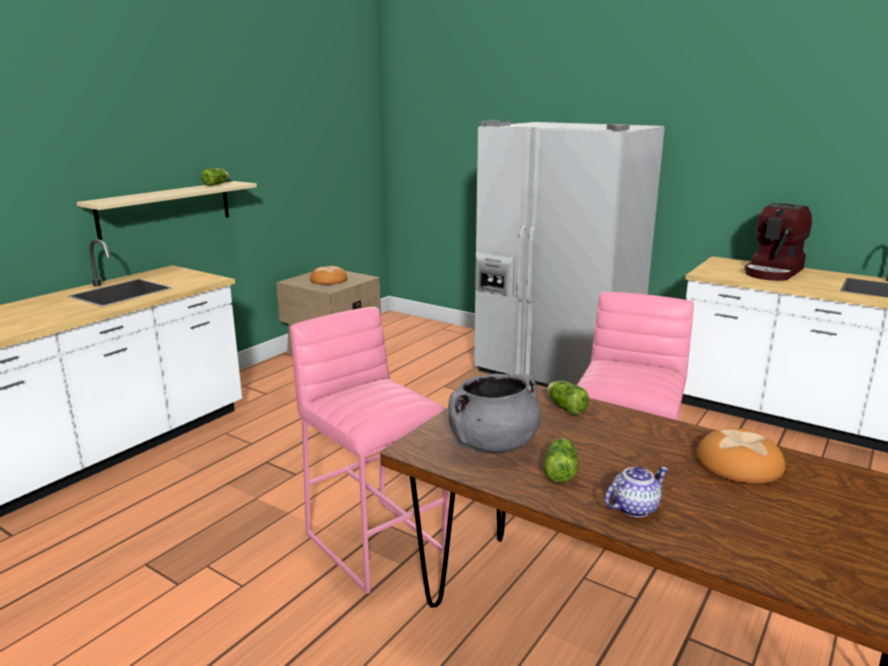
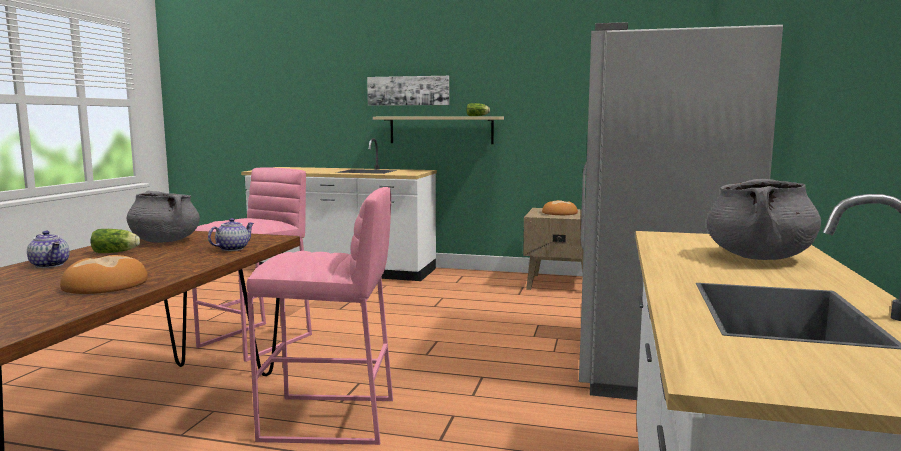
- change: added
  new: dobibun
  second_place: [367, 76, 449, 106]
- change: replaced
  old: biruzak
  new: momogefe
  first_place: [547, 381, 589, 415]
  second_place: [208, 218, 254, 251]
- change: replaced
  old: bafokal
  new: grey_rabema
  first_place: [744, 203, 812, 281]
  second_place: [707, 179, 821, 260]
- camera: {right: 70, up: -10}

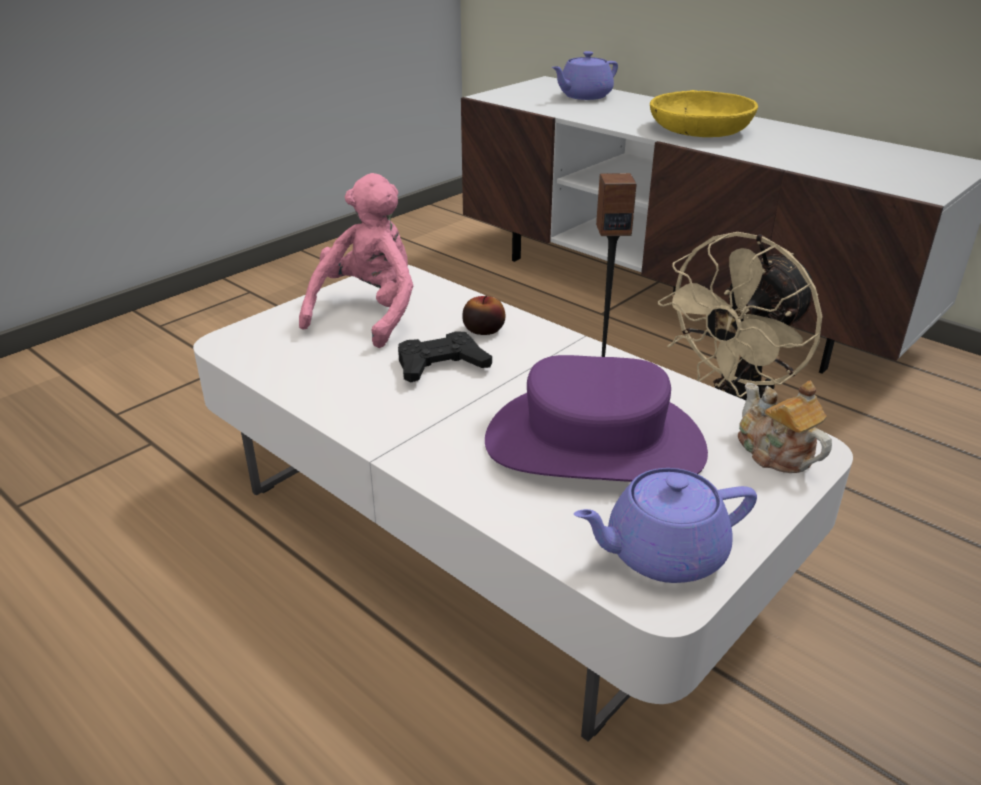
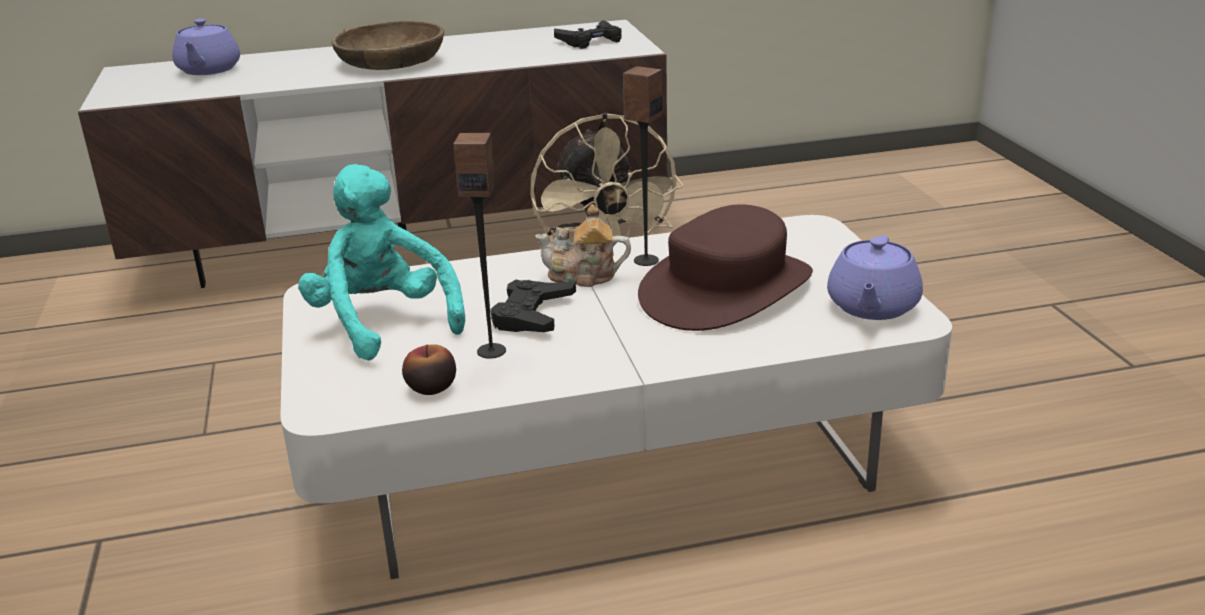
- change: added
  new: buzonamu
  second_place: [453, 133, 506, 359]
- change: added
  new: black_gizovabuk
  second_place: [554, 20, 621, 49]
- change: moved
  old: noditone
  first_place: [462, 295, 505, 335]
  second_place: [402, 344, 456, 395]
- change: moved
  old: momogefe
  first_place: [738, 381, 832, 473]
  second_place: [535, 204, 631, 287]
- change: recoloured
  old: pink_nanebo
  new: turquoise_nanebo
  first_place: [299, 173, 413, 348]
  second_place: [298, 164, 465, 361]
- change: recoloured
  old: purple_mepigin
  new: brown_mepigin
  first_place: [485, 355, 708, 482]
  second_place: [638, 204, 813, 331]
- change: recoloured
  old: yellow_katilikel
  new: brown_katilikel
  first_place: [650, 90, 758, 137]
  second_place: [332, 21, 444, 70]
- camera: {right: -55, up: -5}

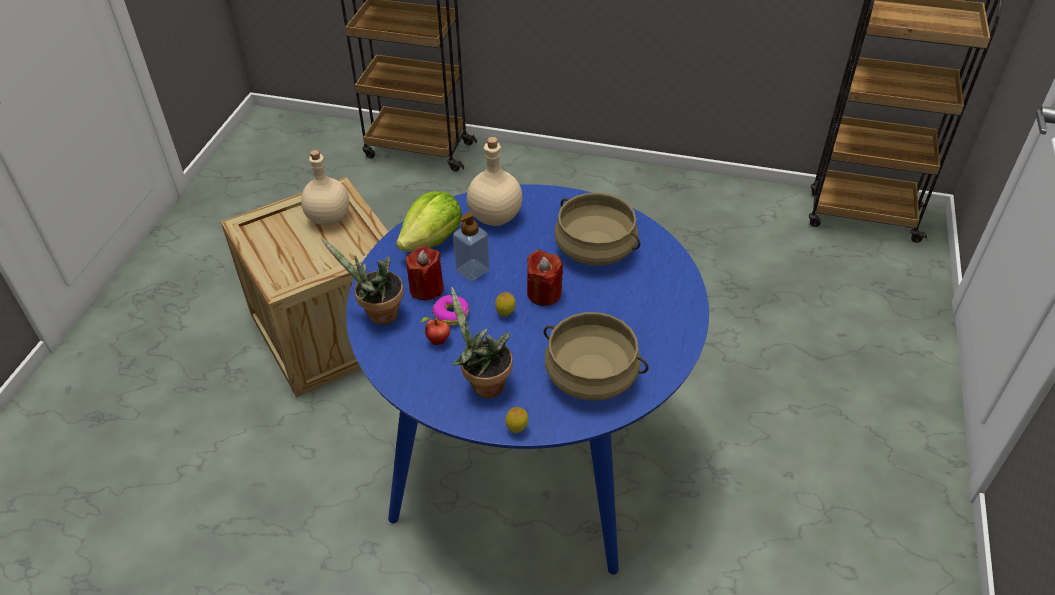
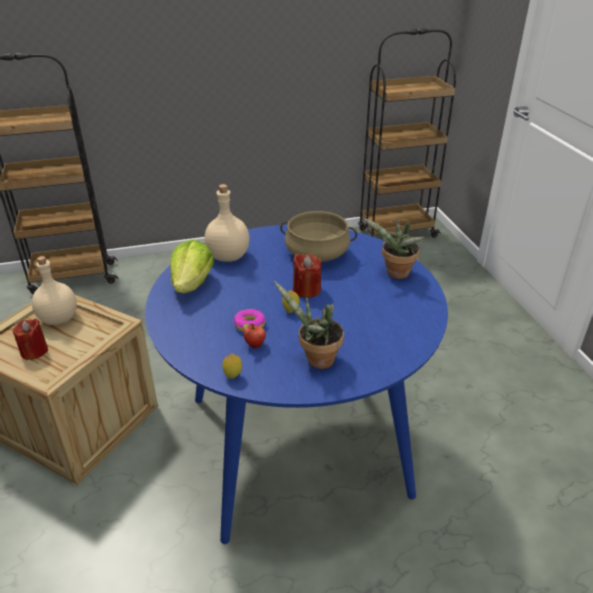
- change: removed
  old: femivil
  first_place: [453, 212, 490, 281]
- change: removed
  old: beige_rabema
  first_place: [543, 312, 649, 401]
- change: moved
  old: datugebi
  first_place: [321, 238, 404, 325]
  second_place: [362, 217, 425, 279]
- change: moved
  old: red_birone
  first_place: [406, 246, 444, 300]
  second_place: [12, 318, 48, 360]
- change: moved
  old: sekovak
  first_place: [505, 407, 528, 433]
  second_place: [222, 353, 242, 379]
- camera: {right: -30, up: -10}

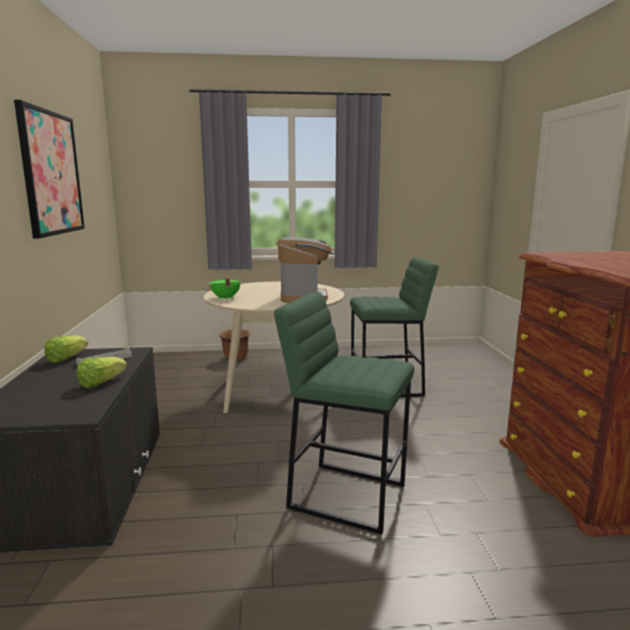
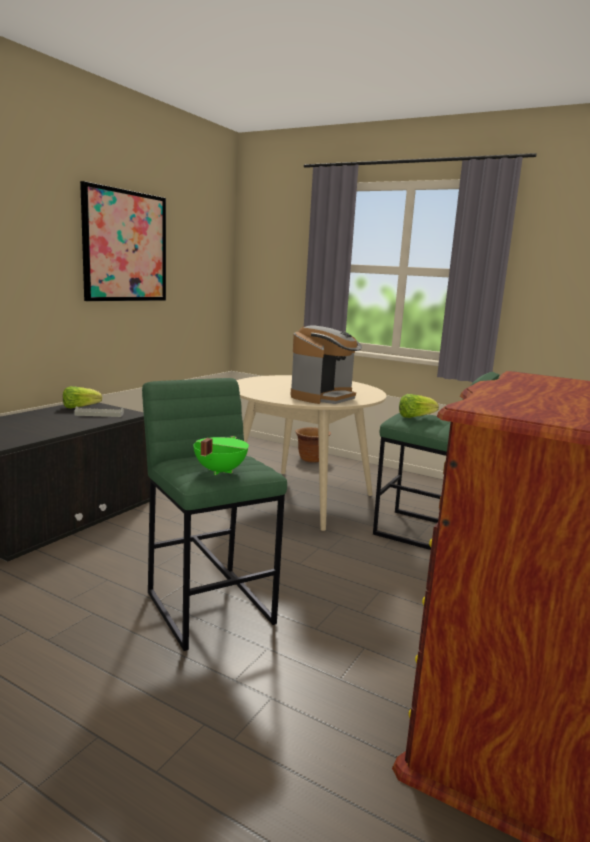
- change: moved
  old: biruzak
  first_place: [77, 357, 127, 388]
  second_place: [399, 394, 439, 418]
- change: moved
  old: green_rabema
  first_place: [209, 278, 240, 300]
  second_place: [193, 436, 249, 475]
- camera: {right: 35, up: 0}

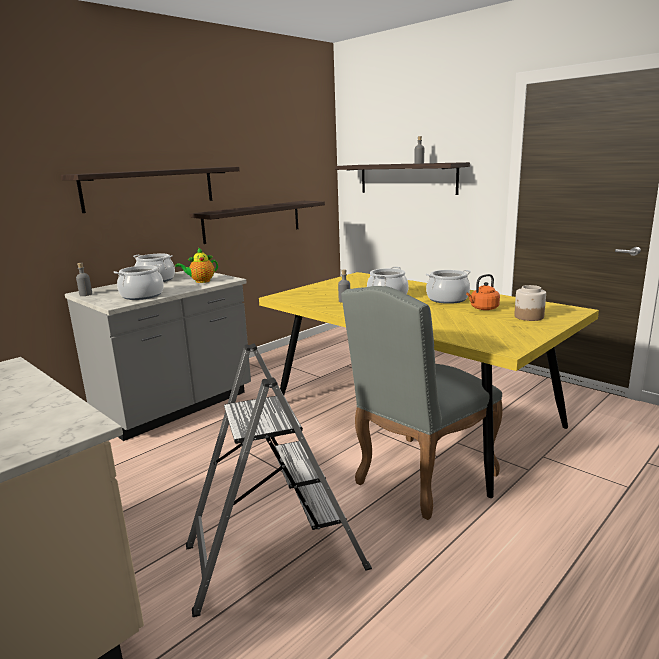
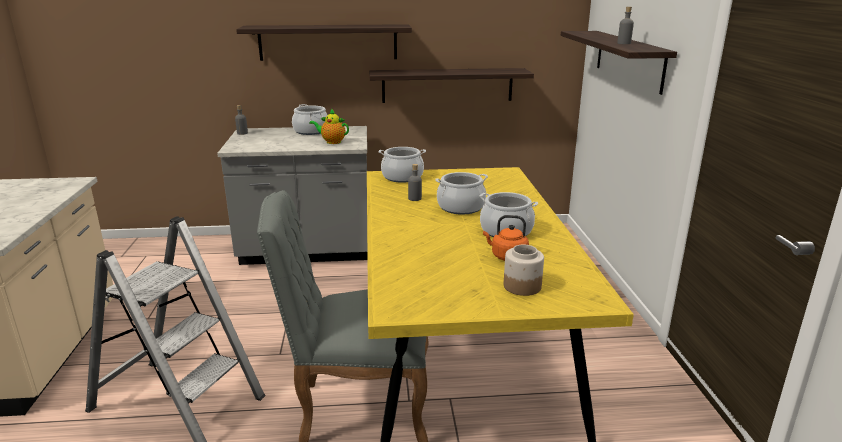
- change: moved
  old: rabema
  first_place: [114, 264, 164, 300]
  second_place: [378, 147, 426, 183]
- camera: {right: 40, up: 5}

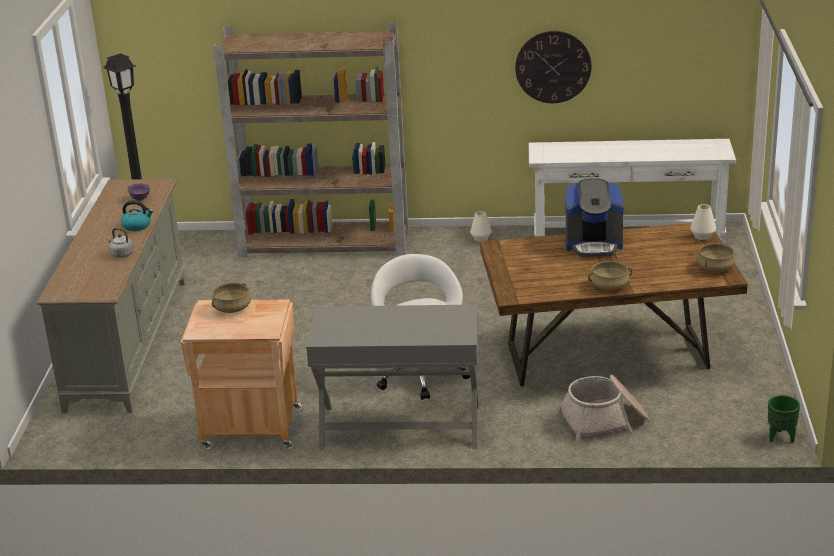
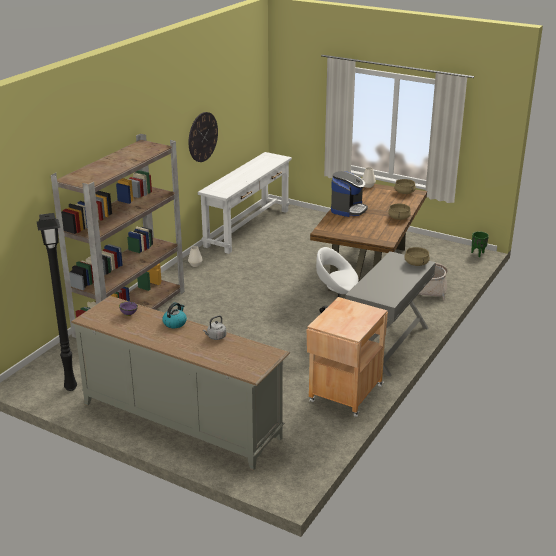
- change: moved
  old: beige_rabema
  first_place: [212, 282, 251, 313]
  second_place: [404, 247, 430, 266]
- camera: {right: -65, up: 0}

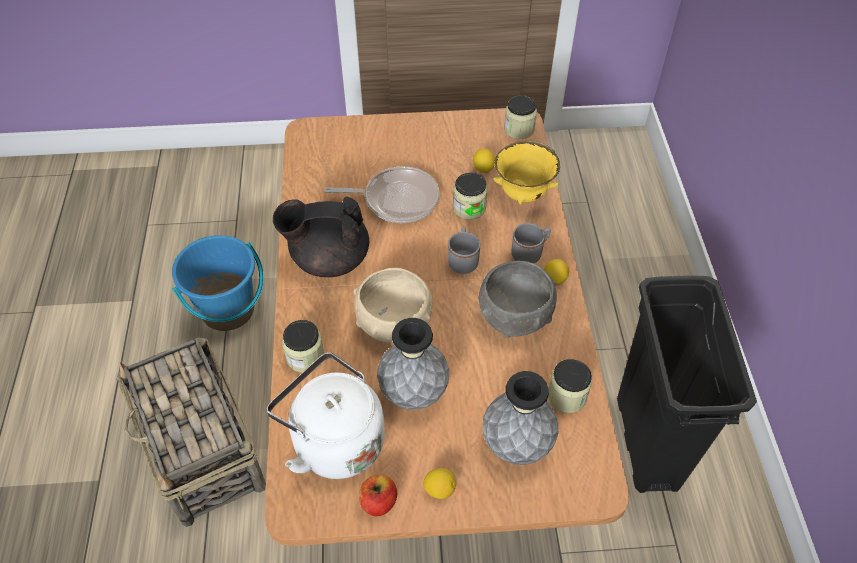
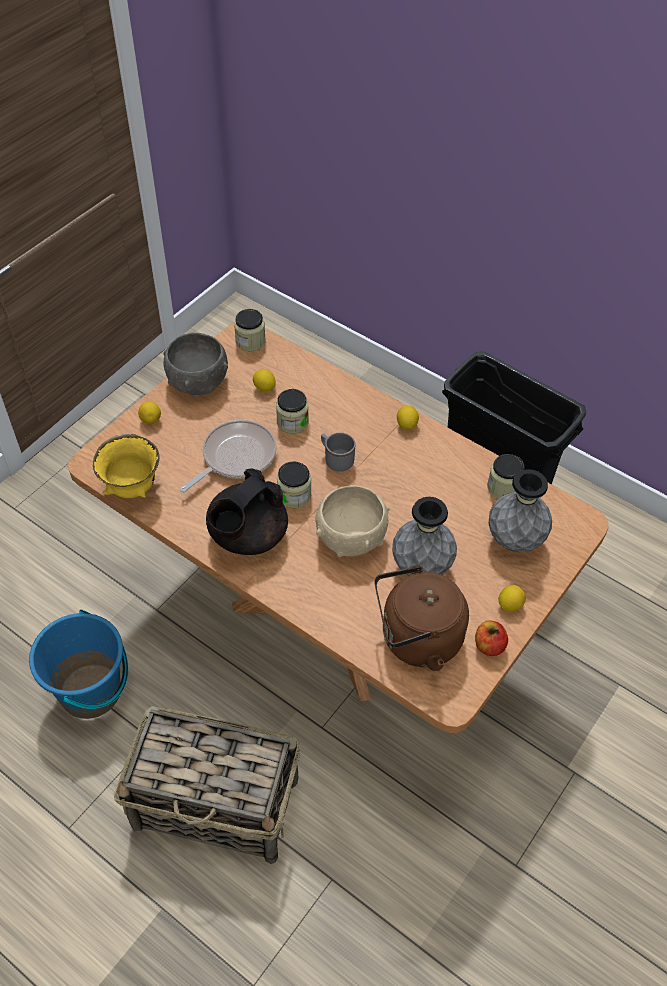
- change: removed
  old: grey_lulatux
  first_place: [511, 223, 550, 263]
- change: added
  new: sekovak
  second_place: [138, 402, 161, 424]
- change: moved
  old: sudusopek
  first_place: [282, 320, 324, 372]
  second_place: [277, 462, 311, 508]
- change: moved
  old: grey_katilikel
  first_place: [478, 260, 557, 338]
  second_place: [164, 333, 228, 395]
- change: moved
  old: yellow_katilikel
  first_place: [493, 140, 560, 204]
  second_place: [93, 434, 160, 498]
- change: recoloured
  old: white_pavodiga
  new: brown_pavodiga
  first_place: [267, 352, 385, 479]
  second_place: [374, 566, 469, 671]
- camera: {right: -50, up: 0}

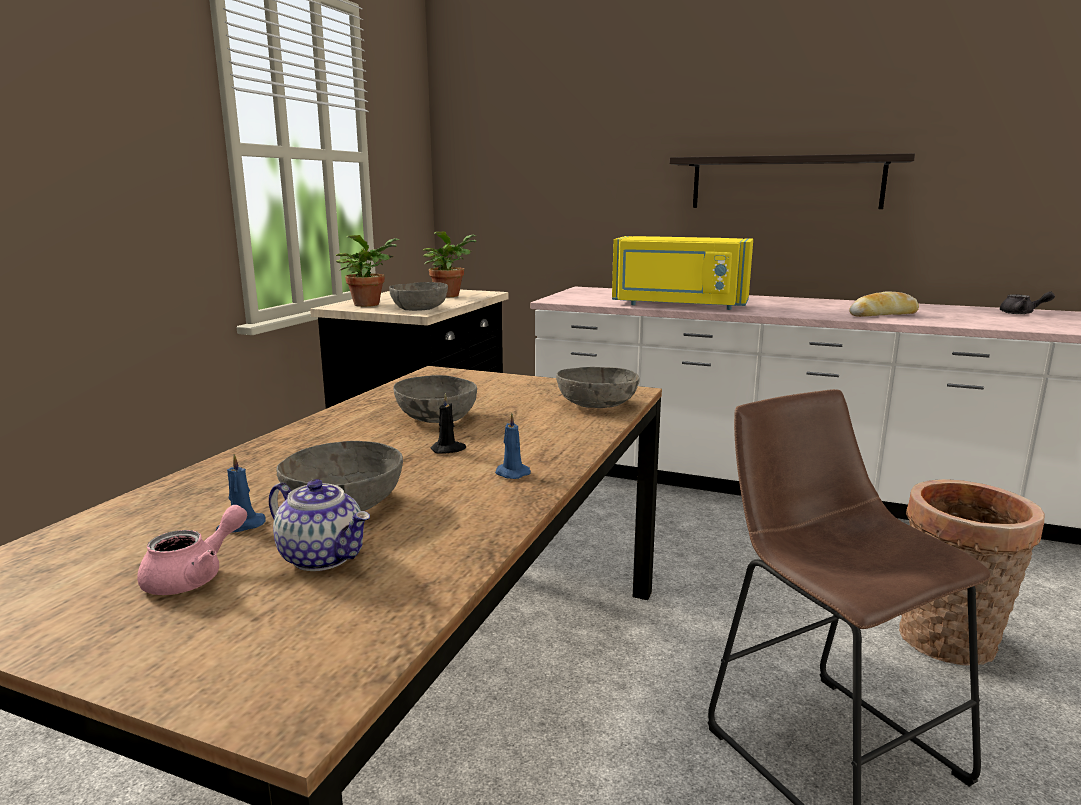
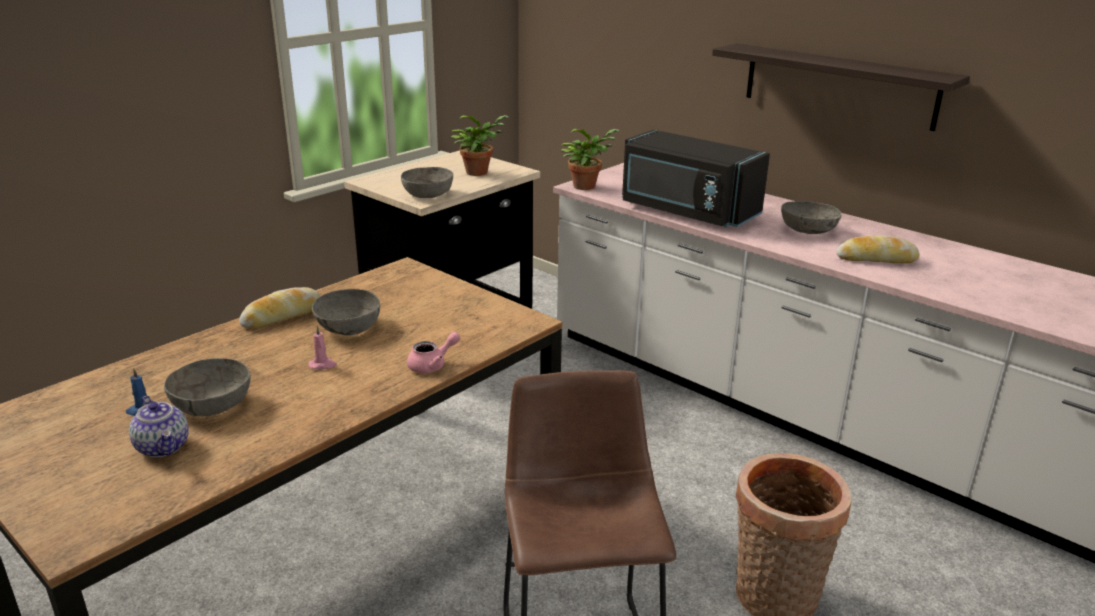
- change: removed
  old: blue_birone
  first_place: [495, 413, 531, 479]
- change: removed
  old: grey_momogefe
  first_place: [1000, 292, 1055, 314]
- change: added
  new: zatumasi
  second_place: [239, 287, 321, 329]
- change: moved
  old: pink_momogefe
  first_place: [137, 505, 247, 595]
  second_place: [407, 332, 460, 373]
- change: moved
  old: datugebi
  first_place: [336, 235, 399, 307]
  second_place: [561, 129, 619, 190]
- change: moved
  old: grey_katilikel
  first_place: [556, 367, 640, 408]
  second_place: [781, 201, 841, 234]
- change: recoloured
  old: black_birone
  new: pink_birone
  first_place: [430, 393, 466, 454]
  second_place: [309, 326, 337, 369]
- change: recoloured
  old: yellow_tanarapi
  new: black_tanarapi
  first_place: [612, 236, 753, 310]
  second_place: [622, 130, 770, 227]
- camera: {right: 20, up: 10}

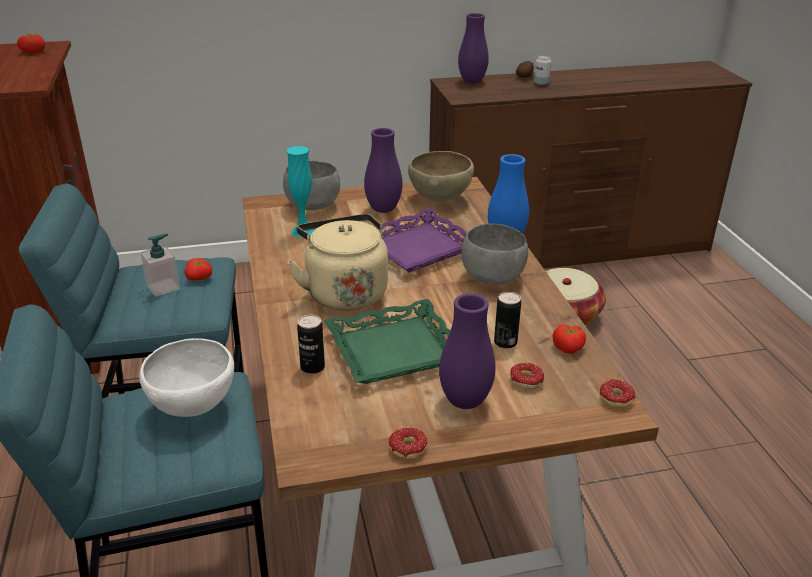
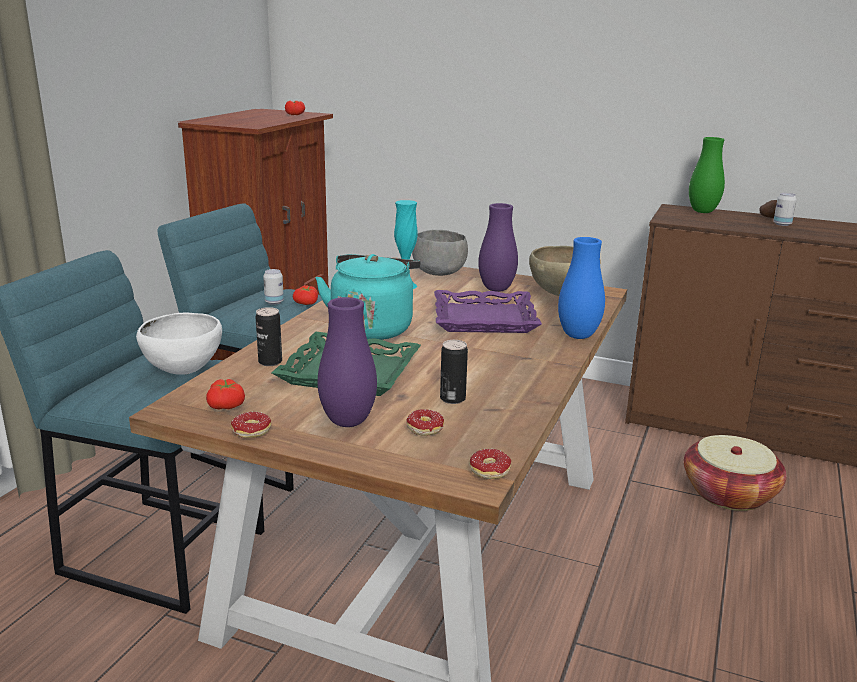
- change: removed
  old: grey_katilikel
  first_place: [461, 224, 528, 284]
- change: moved
  old: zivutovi
  first_place: [553, 324, 586, 354]
  second_place: [206, 379, 245, 409]
- change: replaced
  old: femivil
  new: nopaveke
  first_place: [140, 233, 180, 297]
  second_place: [263, 269, 284, 305]
- change: recoloured
  old: beige_pavodiga
  new: turquoise_pavodiga
  first_place: [287, 214, 388, 311]
  second_place: [315, 254, 421, 340]
- change: recoloured
  old: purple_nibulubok
  new: green_nibulubok
  first_place: [458, 13, 489, 84]
  second_place: [689, 137, 725, 213]
- camera: {right: 35, up: -10}

